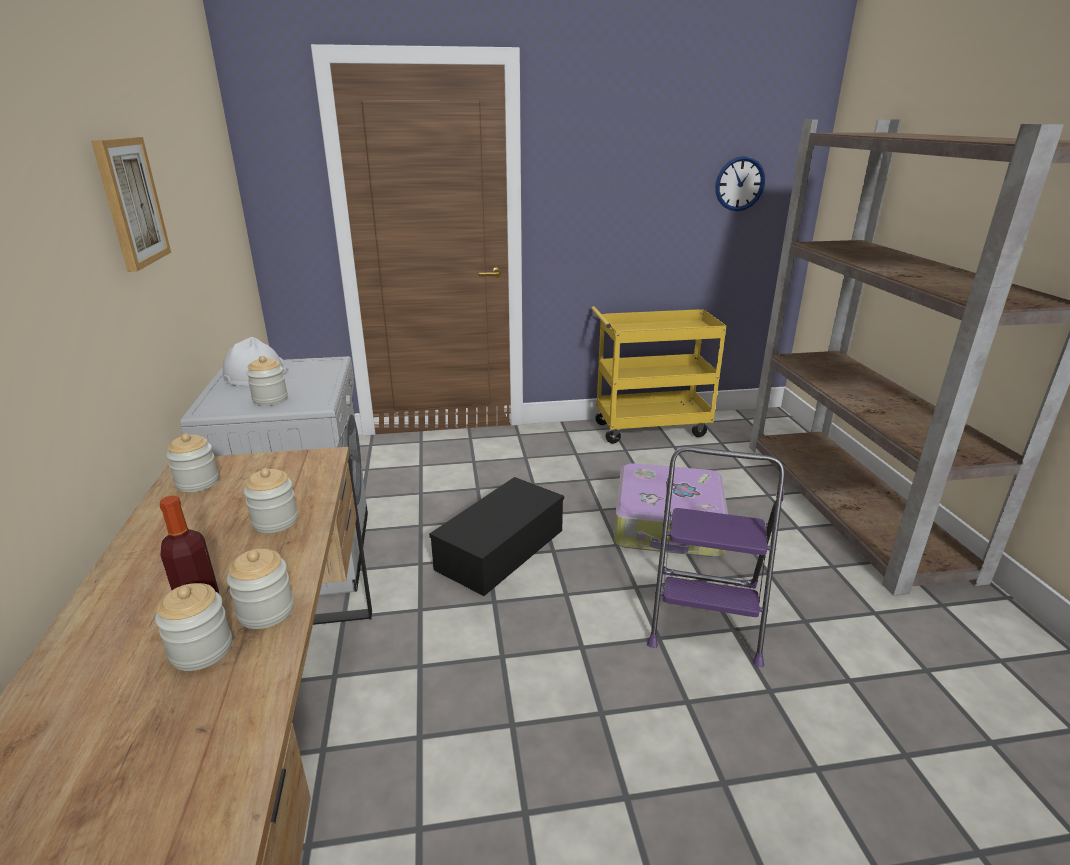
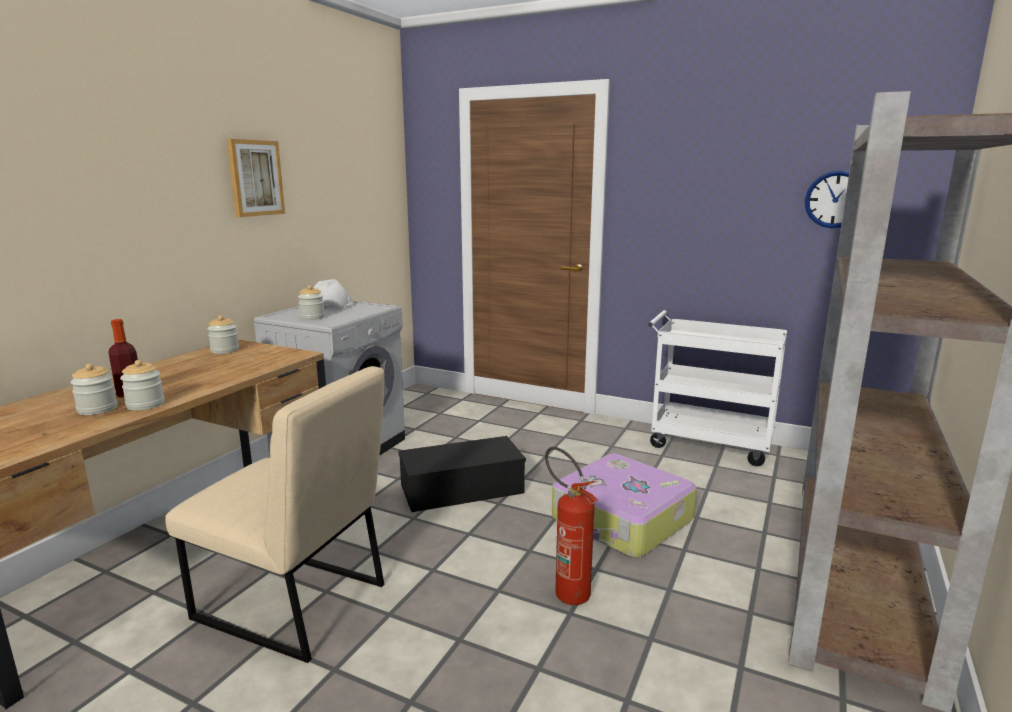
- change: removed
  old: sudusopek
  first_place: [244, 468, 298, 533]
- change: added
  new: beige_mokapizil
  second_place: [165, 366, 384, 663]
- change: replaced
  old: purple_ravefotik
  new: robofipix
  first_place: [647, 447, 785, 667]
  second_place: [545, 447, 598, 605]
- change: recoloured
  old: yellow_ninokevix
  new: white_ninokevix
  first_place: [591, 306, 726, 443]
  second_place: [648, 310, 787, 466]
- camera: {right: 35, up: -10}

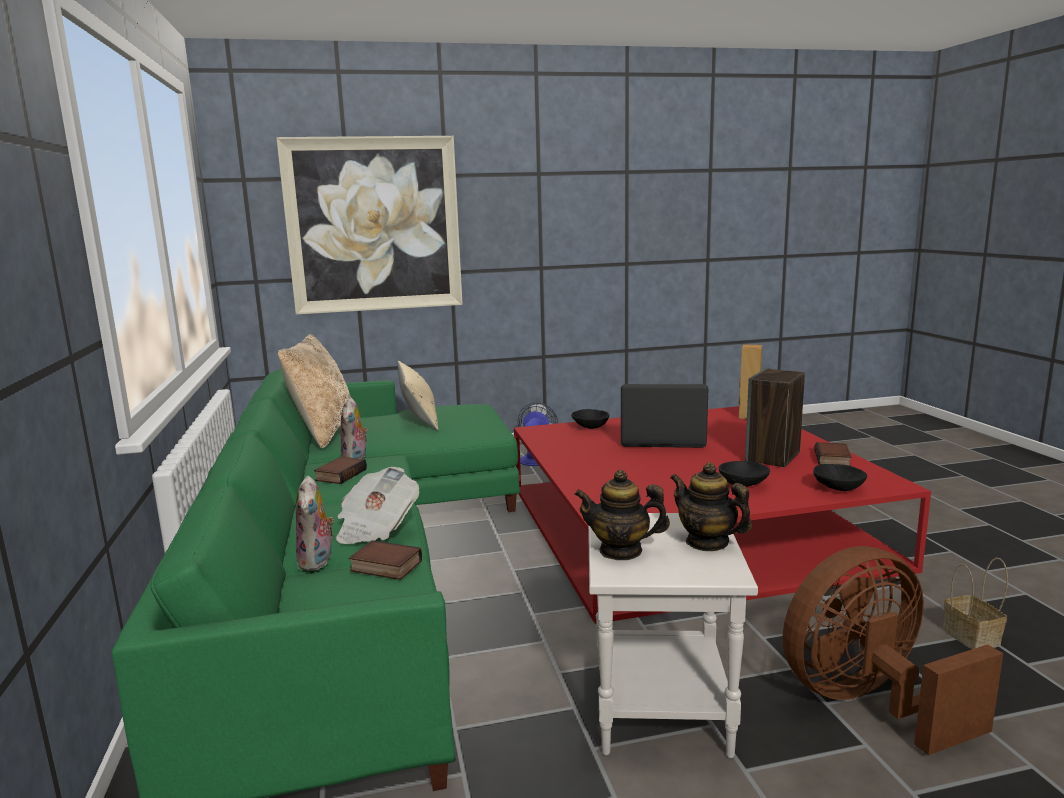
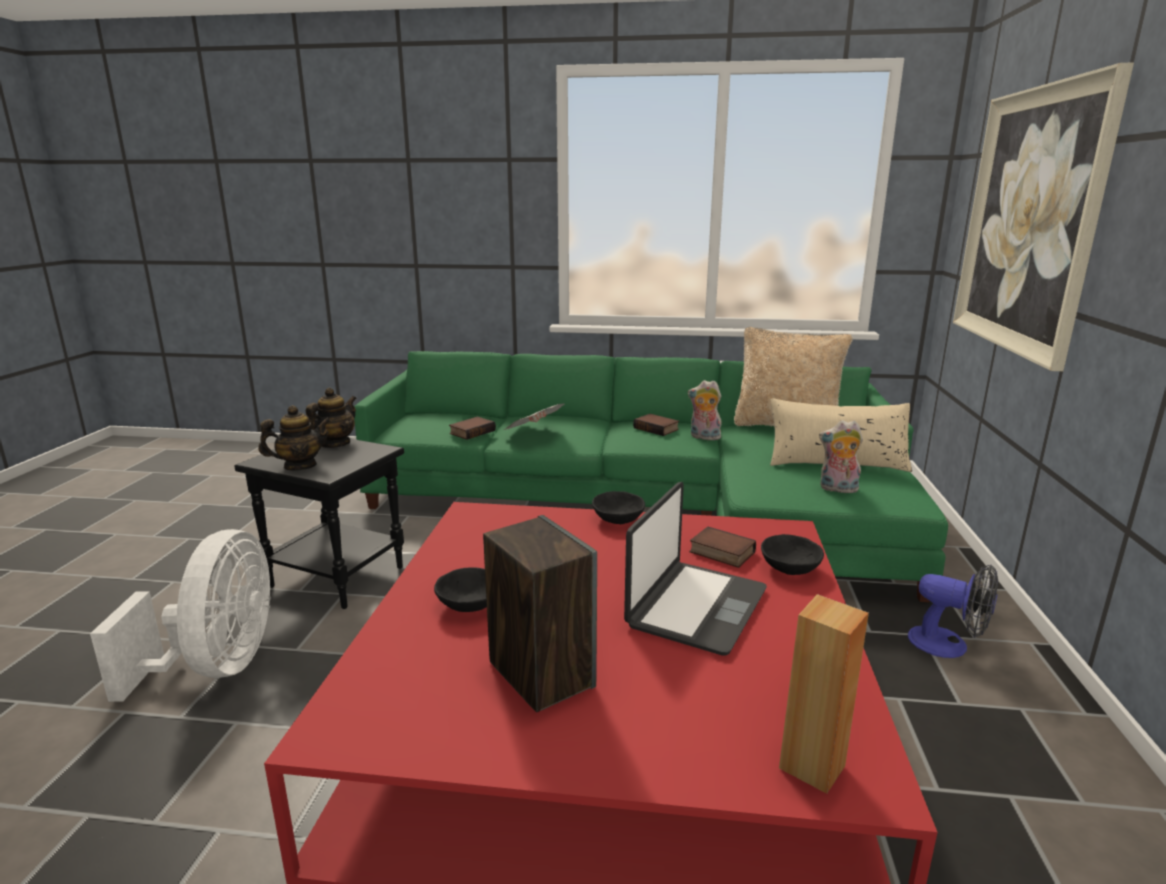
- change: removed
  old: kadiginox
  first_place: [943, 558, 1008, 649]
- change: moved
  old: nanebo
  first_place: [296, 476, 335, 571]
  second_place: [819, 420, 863, 493]
- change: moved
  old: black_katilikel
  first_place: [813, 464, 867, 491]
  second_place: [592, 491, 645, 524]
- change: moved
  old: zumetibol
  first_place: [814, 442, 852, 466]
  second_place: [689, 527, 756, 568]
- change: recoloured
  old: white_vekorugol
  new: black_vekorugol
  first_place: [588, 513, 758, 758]
  second_place: [234, 439, 404, 609]
- change: recoloured
  old: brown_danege
  new: white_danege
  first_place: [783, 546, 1003, 755]
  second_place: [90, 529, 271, 702]
- camera: {right: 110, up: 5}

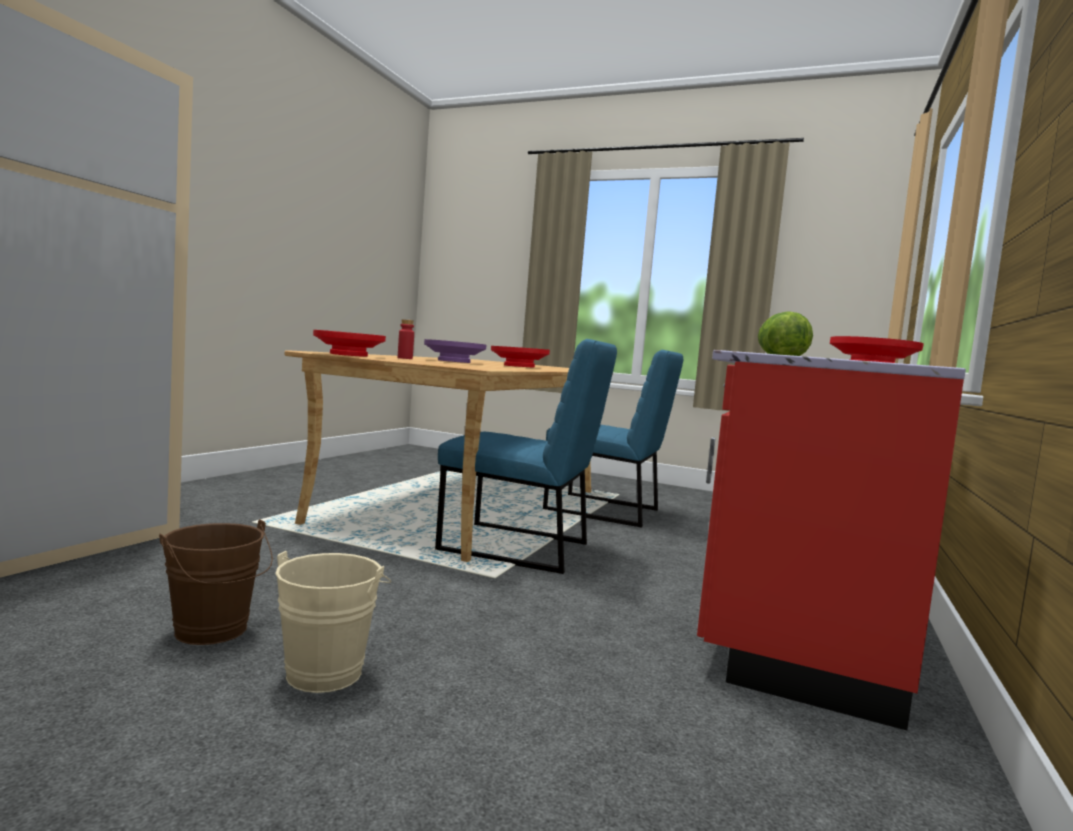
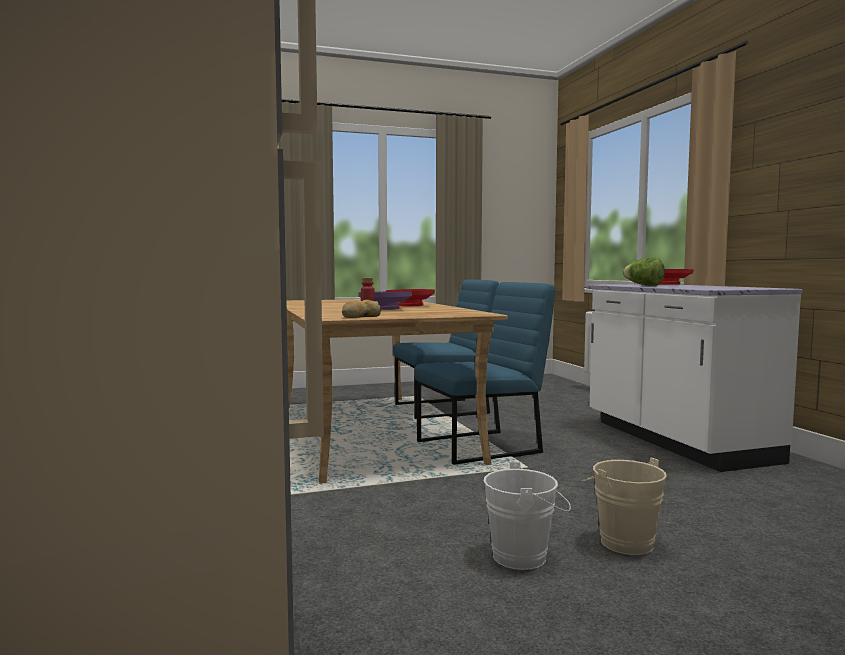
- change: replaced
  old: red_katilikel
  new: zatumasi
  first_place: [313, 330, 386, 357]
  second_place: [342, 300, 381, 318]
- change: recoloured
  old: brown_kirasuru
  new: white_kirasuru
  first_place: [159, 519, 273, 645]
  second_place: [484, 462, 571, 570]
- change: recoloured
  old: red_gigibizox
  new: white_gigibizox
  first_place: [697, 350, 966, 730]
  second_place: [587, 284, 802, 472]
- camera: {right: -40, up: 0}

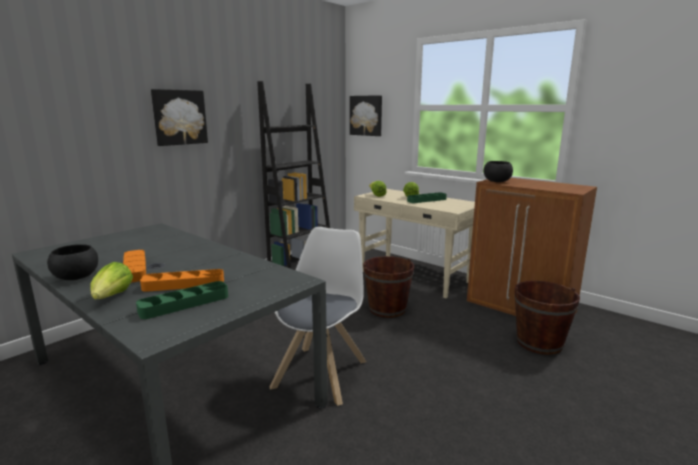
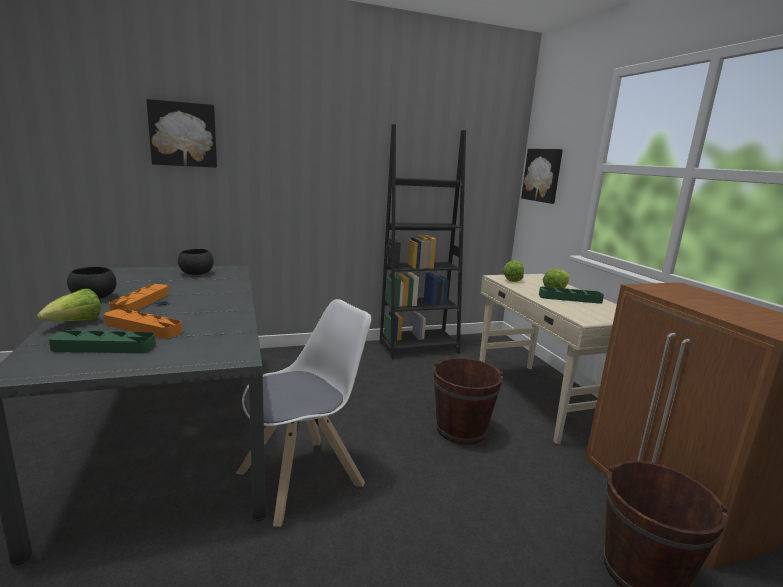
- change: moved
  old: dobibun
  first_place: [151, 89, 208, 146]
  second_place: [146, 99, 217, 168]
- change: moved
  old: black_katilikel
  first_place: [483, 161, 513, 182]
  second_place: [178, 249, 214, 275]
- camera: {right: 30, up: 0}

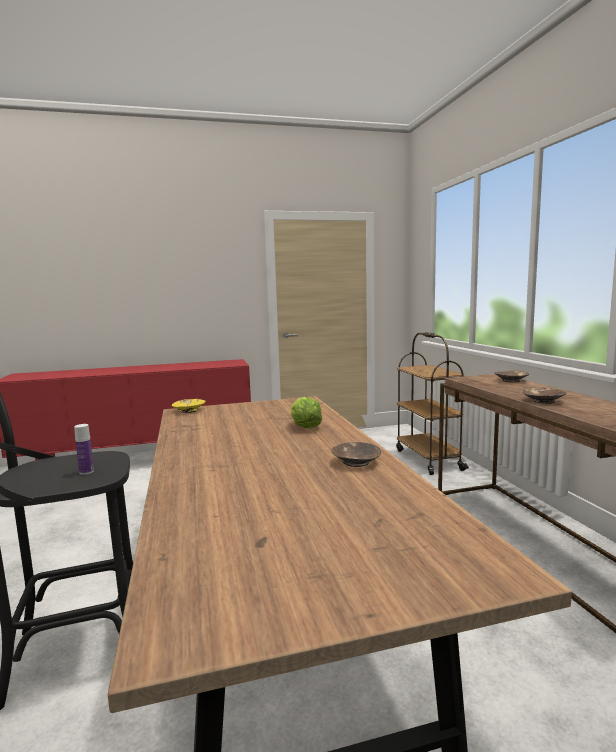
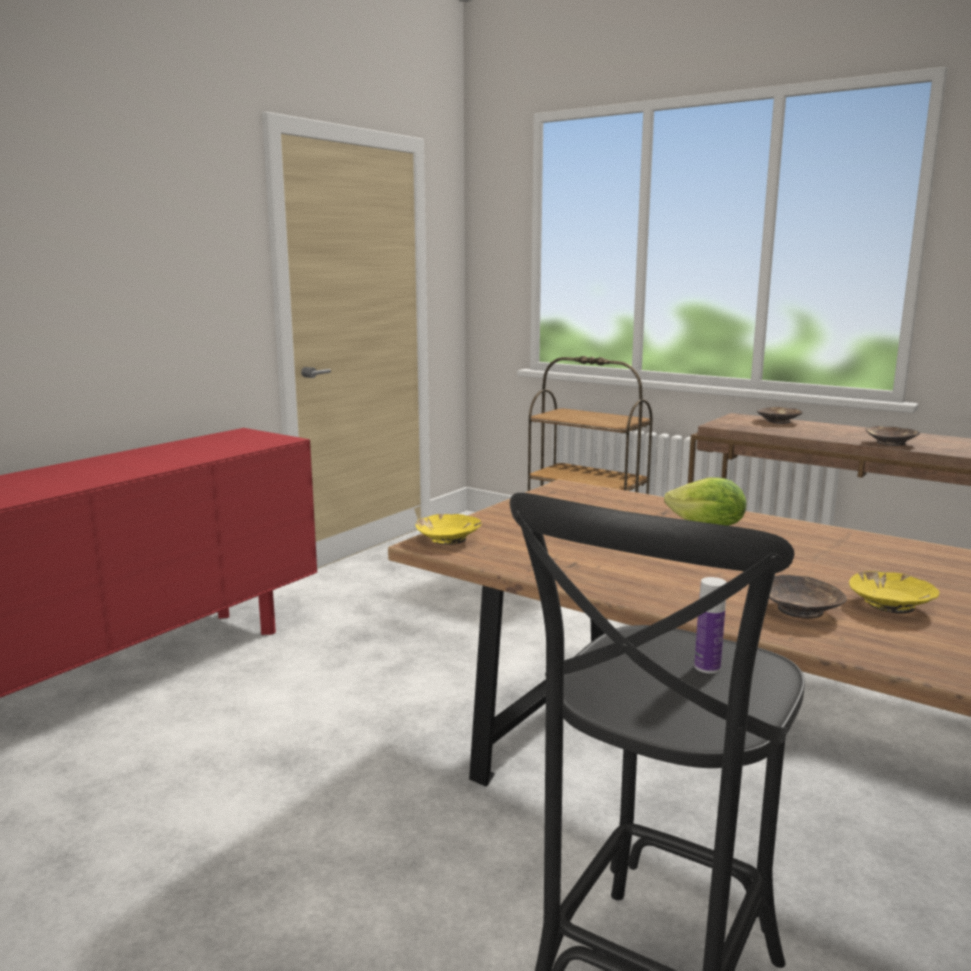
- change: added
  new: yellow_katilikel
  second_place: [849, 571, 940, 614]
- change: moved
  old: brown_katilikel
  first_place: [331, 442, 381, 467]
  second_place: [769, 575, 847, 619]
- camera: {right: -40, up: 5}

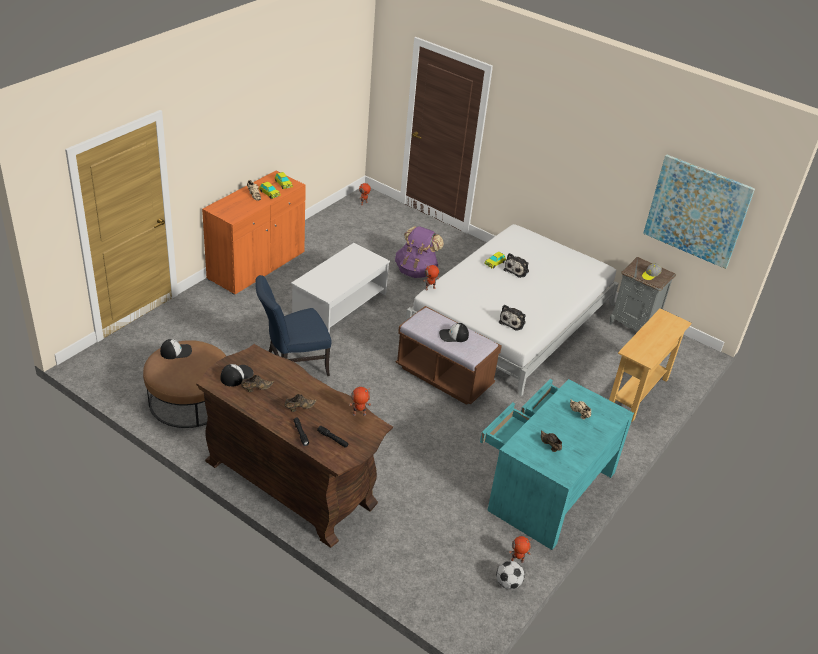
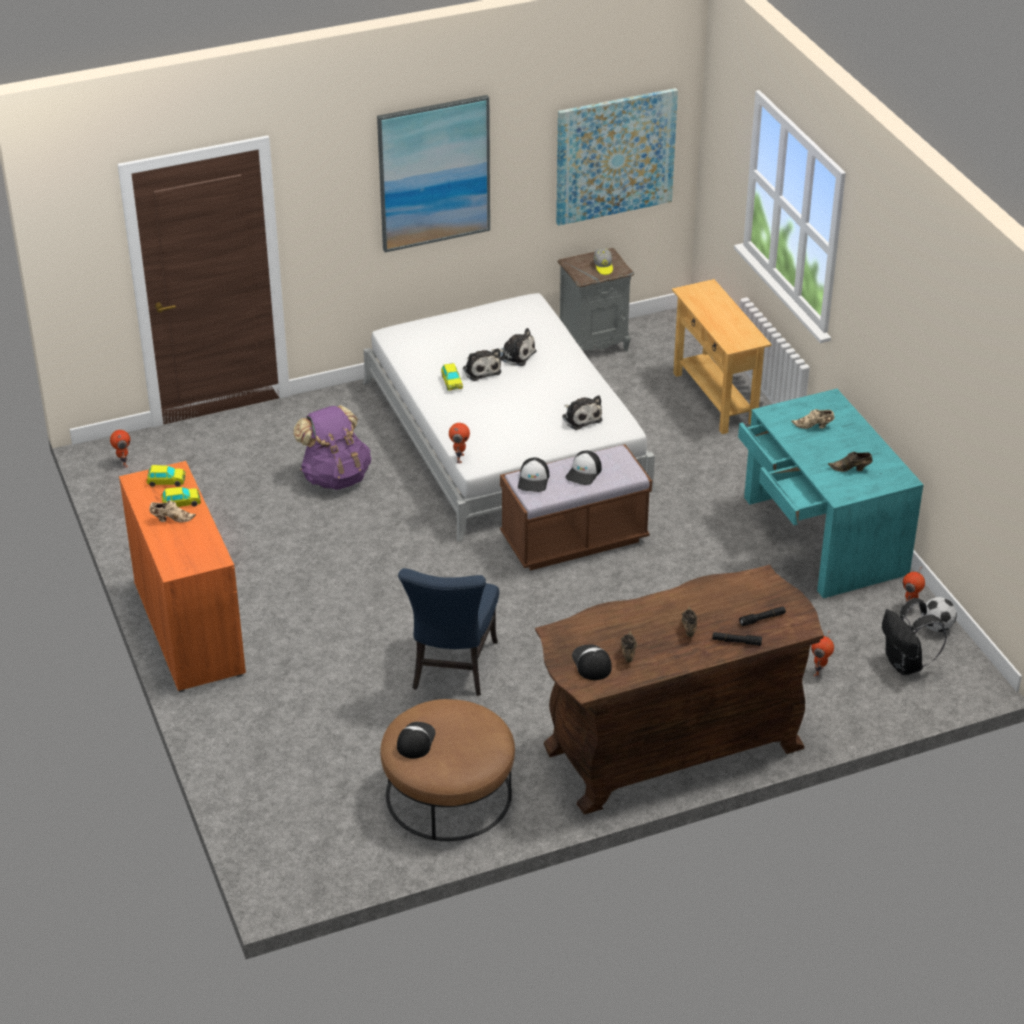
- change: removed
  old: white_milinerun
  first_place: [291, 243, 390, 334]
- change: added
  new: dobibun
  second_place: [377, 95, 490, 252]
- change: added
  new: nanebo
  second_place: [491, 328, 536, 366]
- change: added
  new: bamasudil
  second_place: [518, 458, 549, 492]
- change: added
  new: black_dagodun
  second_place: [882, 598, 947, 675]
- change: moved
  old: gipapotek
  first_place: [349, 387, 371, 416]
  second_place: [811, 630, 834, 678]
- camera: {right: -55, up: 0}

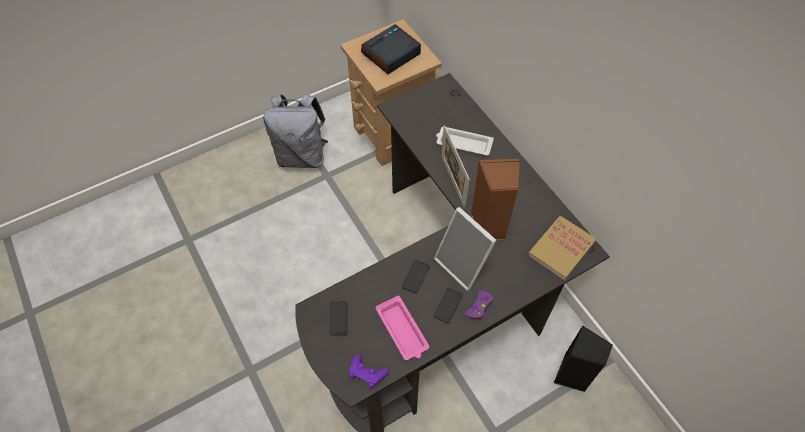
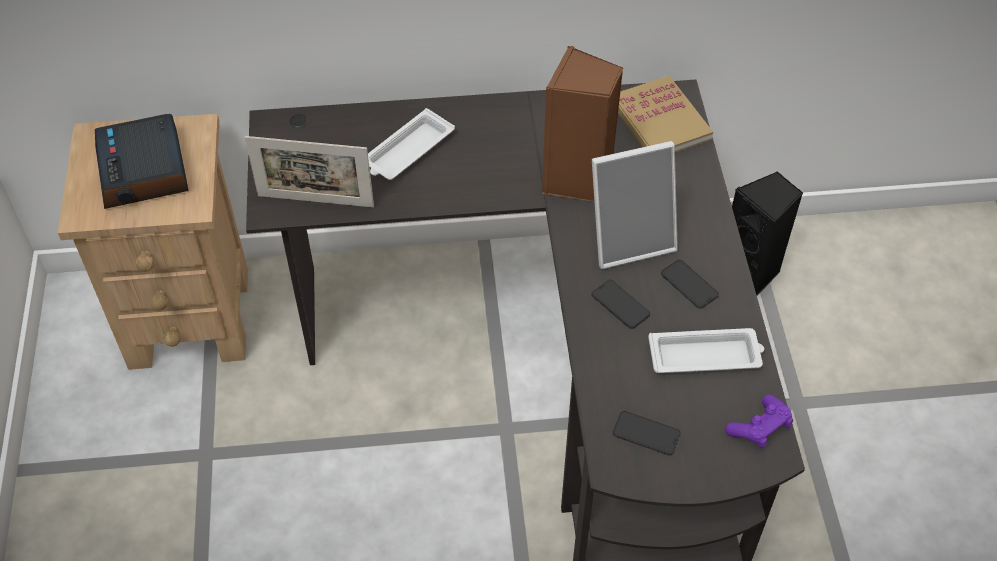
- change: removed
  old: grey_dagodun
  first_place: [263, 94, 328, 168]
- change: removed
  old: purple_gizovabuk
  first_place: [464, 290, 493, 319]
- change: moved
  old: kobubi
  first_place: [441, 125, 470, 208]
  second_place: [244, 136, 374, 207]
- change: recoloured
  old: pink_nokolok
  new: white_nokolok
  first_place: [376, 296, 429, 360]
  second_place: [648, 328, 764, 373]
- camera: {right: -65, up: -5}

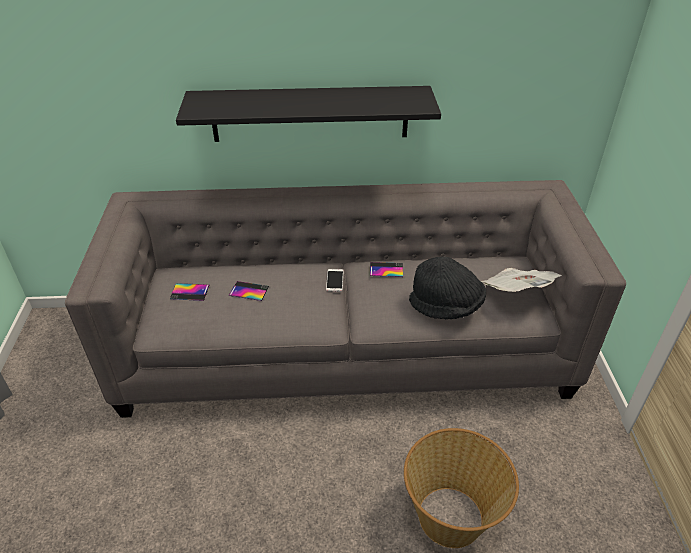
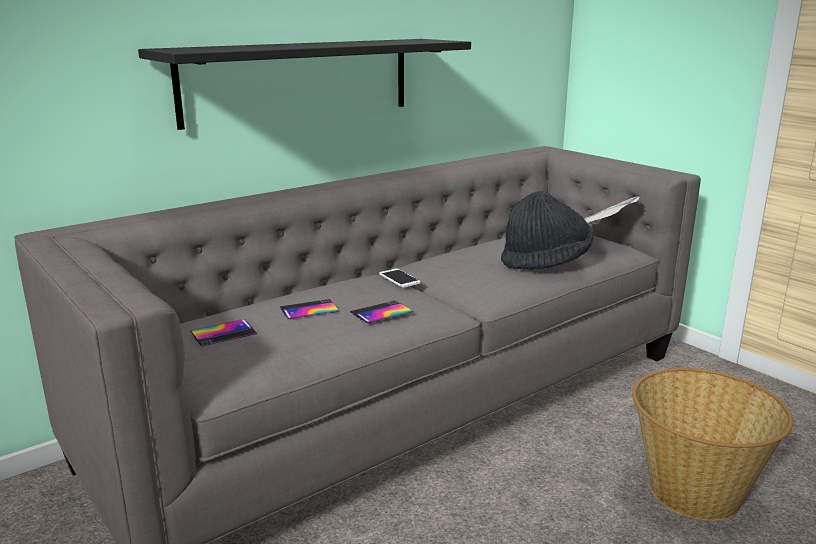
- change: moved
  old: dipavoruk
  first_place: [370, 262, 403, 277]
  second_place: [350, 300, 413, 323]
- camera: {right: -35, up: -20}

